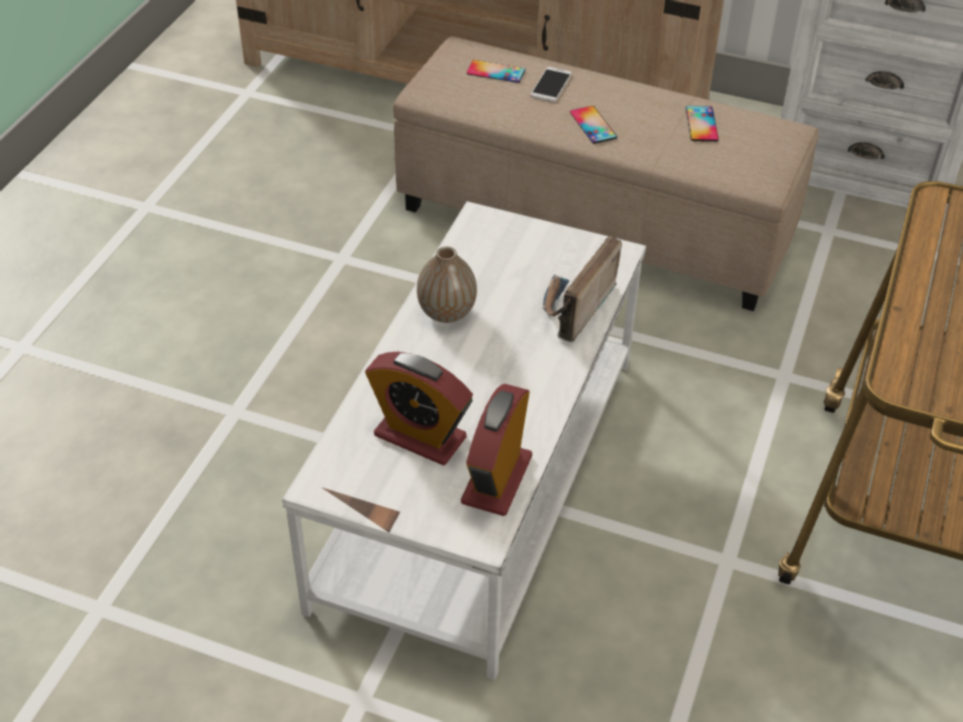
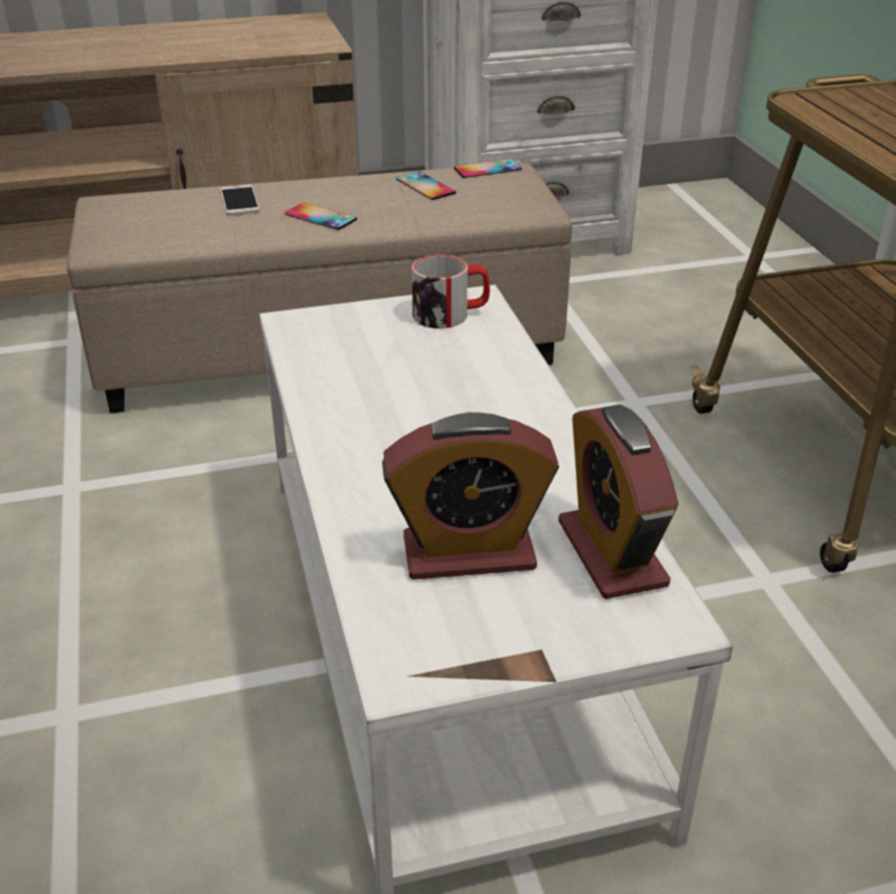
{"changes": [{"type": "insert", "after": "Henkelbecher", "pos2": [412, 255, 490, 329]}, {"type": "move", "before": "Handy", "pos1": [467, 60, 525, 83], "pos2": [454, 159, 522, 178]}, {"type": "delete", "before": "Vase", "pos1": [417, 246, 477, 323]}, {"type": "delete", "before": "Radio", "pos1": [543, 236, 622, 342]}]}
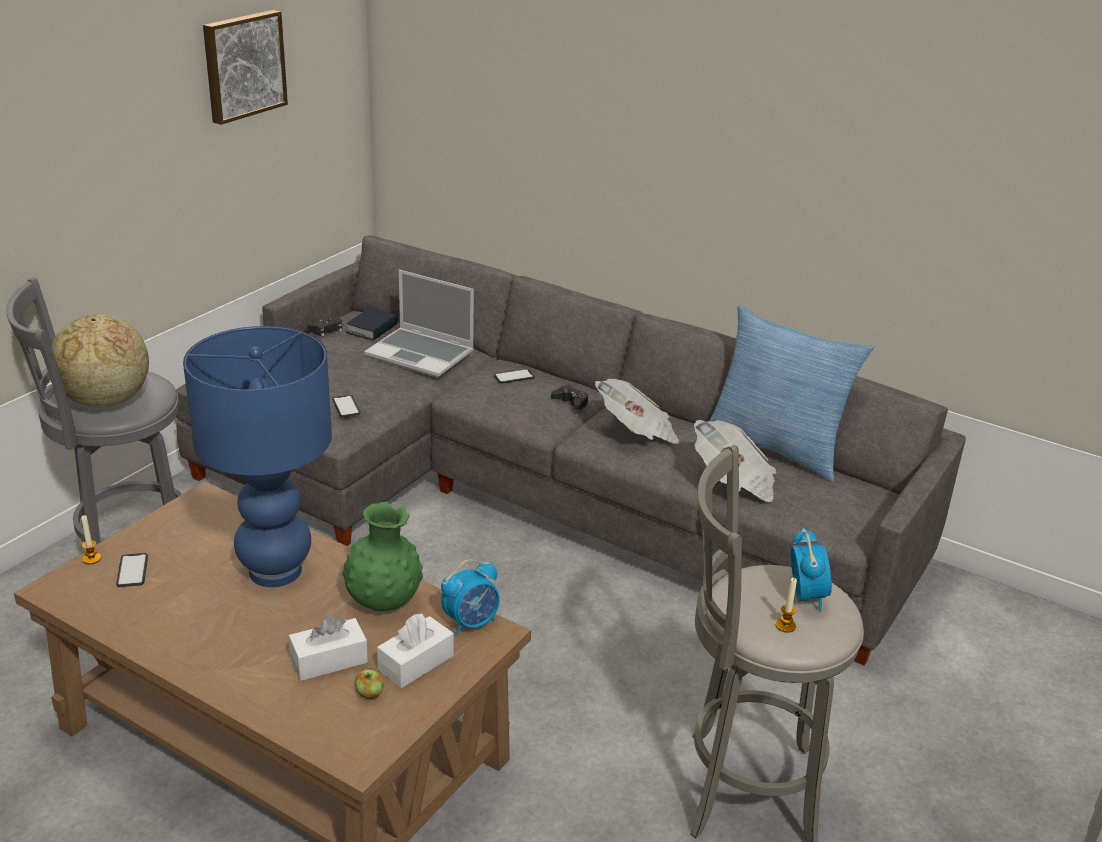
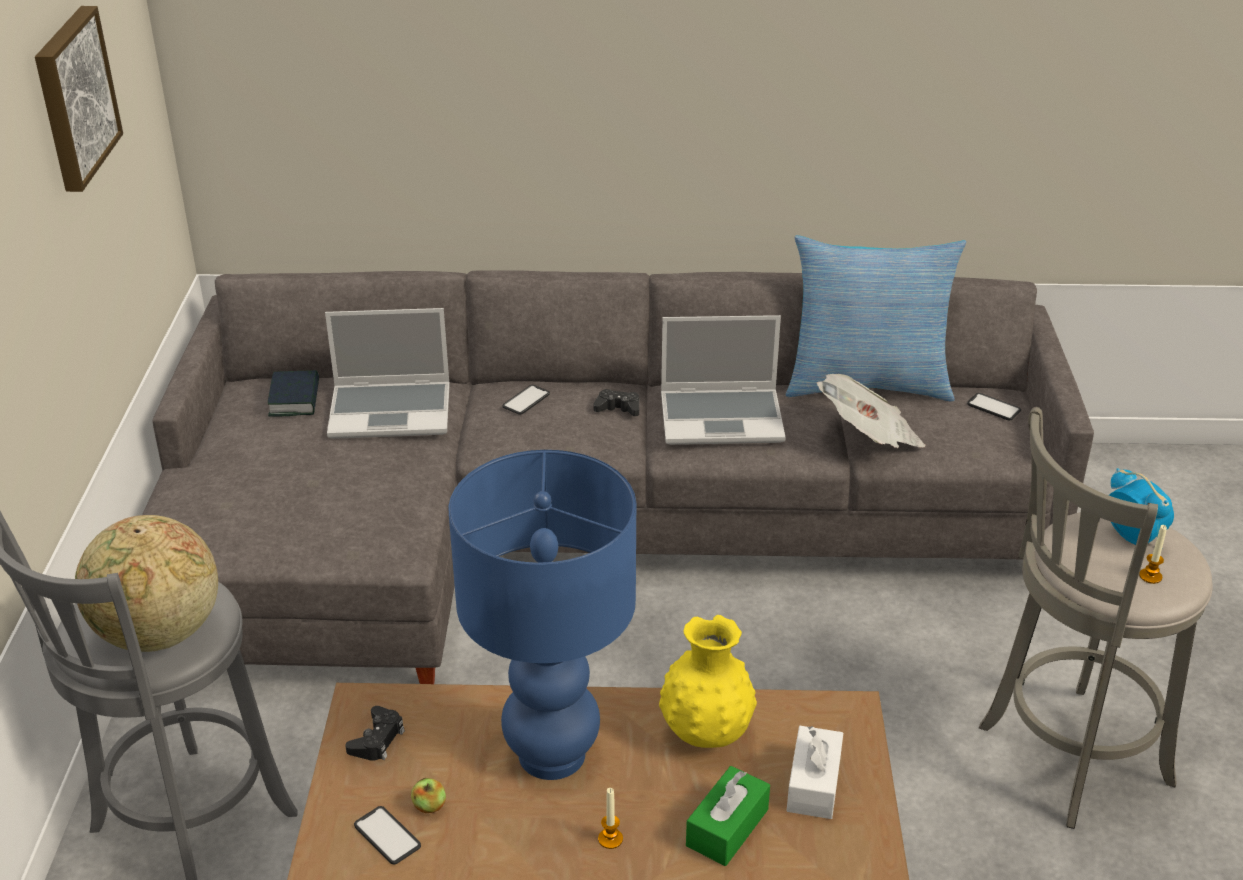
{"changes": [{"type": "move", "before": "Gamepad [schwarz]", "pos1": [308, 317, 342, 337], "pos2": [345, 706, 405, 761]}, {"type": "move", "before": "Apfel", "pos1": [355, 668, 384, 699], "pos2": [411, 778, 446, 813]}, {"type": "move", "before": "Kerze", "pos1": [81, 515, 101, 564], "pos2": [598, 788, 623, 849]}, {"type": "recolor", "before": "Vase [grün]", "after": "Vase [gelb]", "pos1": [342, 502, 423, 611], "pos2": [659, 615, 757, 748]}, {"type": "replace", "before": "Zeitung", "after": "Laptop", "pos1": [595, 379, 680, 444], "pos2": [661, 315, 785, 445]}, {"type": "recolor", "before": "Taschentuchbox [weiß]", "after": "Taschentuchbox [grün]", "pos1": [289, 615, 368, 681], "pos2": [686, 766, 770, 866]}, {"type": "move", "before": "Handy", "pos1": [332, 395, 360, 417], "pos2": [967, 393, 1021, 420]}, {"type": "delete", "before": "Wecker", "pos1": [441, 559, 499, 636]}]}
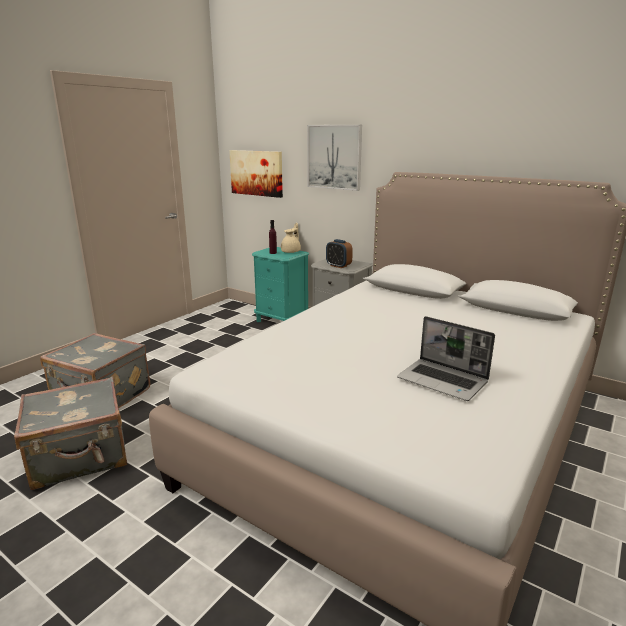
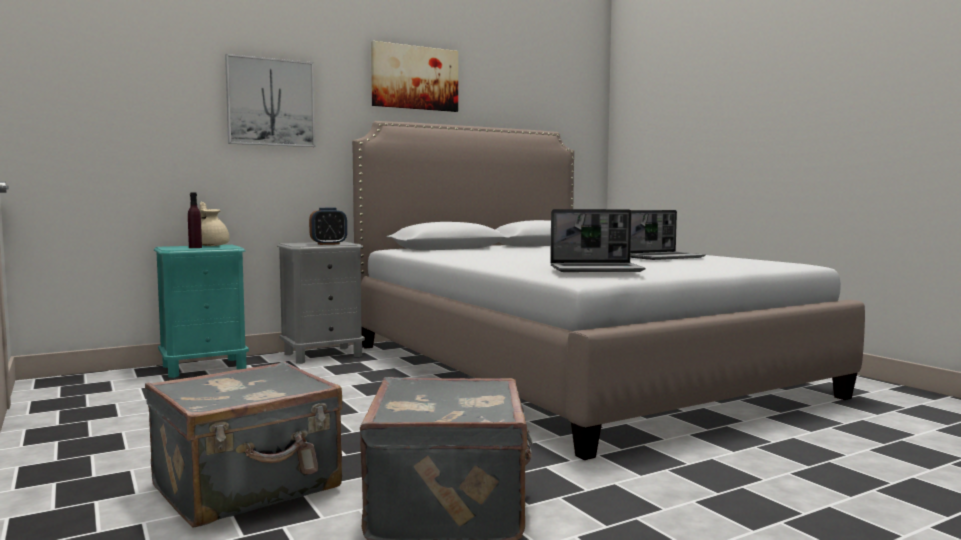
{"changes": [{"type": "move", "before": "Bild", "pos1": [229, 150, 283, 198], "pos2": [371, 41, 458, 112]}, {"type": "insert", "after": "Laptop", "pos2": [550, 209, 645, 272]}]}
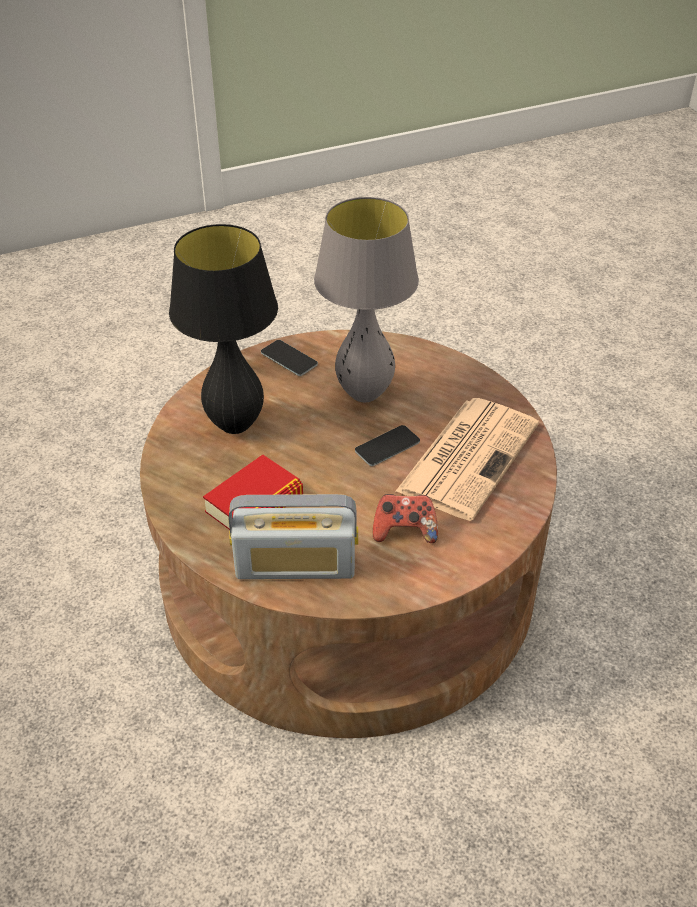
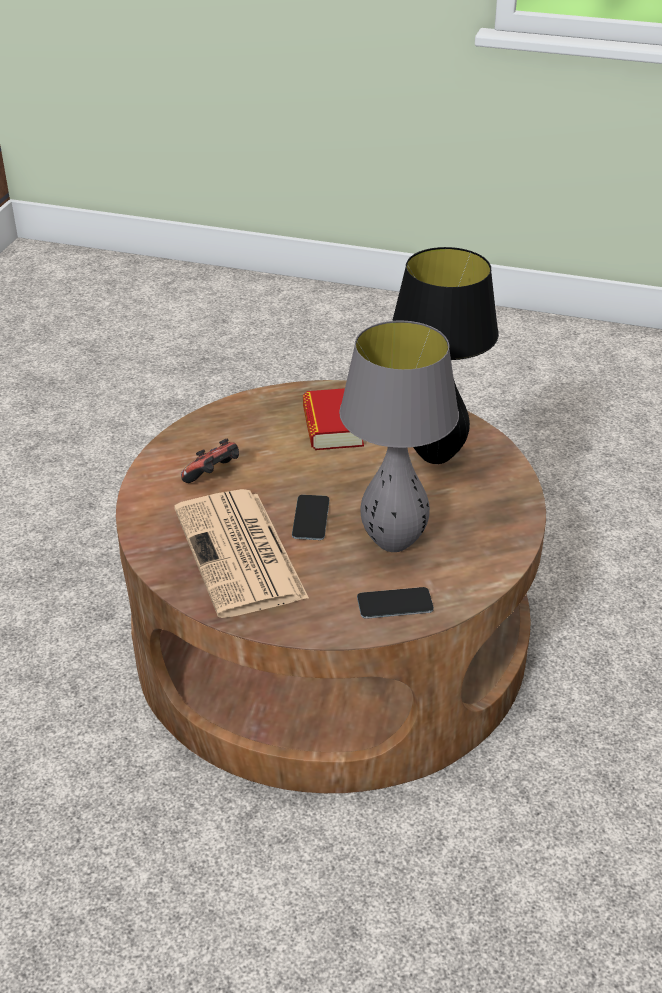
{"changes": [{"type": "move", "before": "Handy", "pos1": [261, 340, 318, 376], "pos2": [357, 587, 434, 619]}, {"type": "delete", "before": "Radio", "pos1": [229, 494, 358, 579]}]}
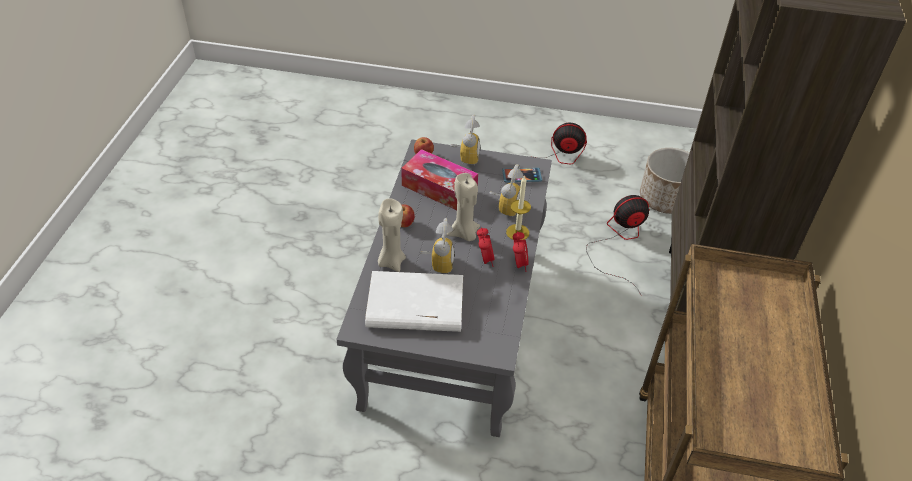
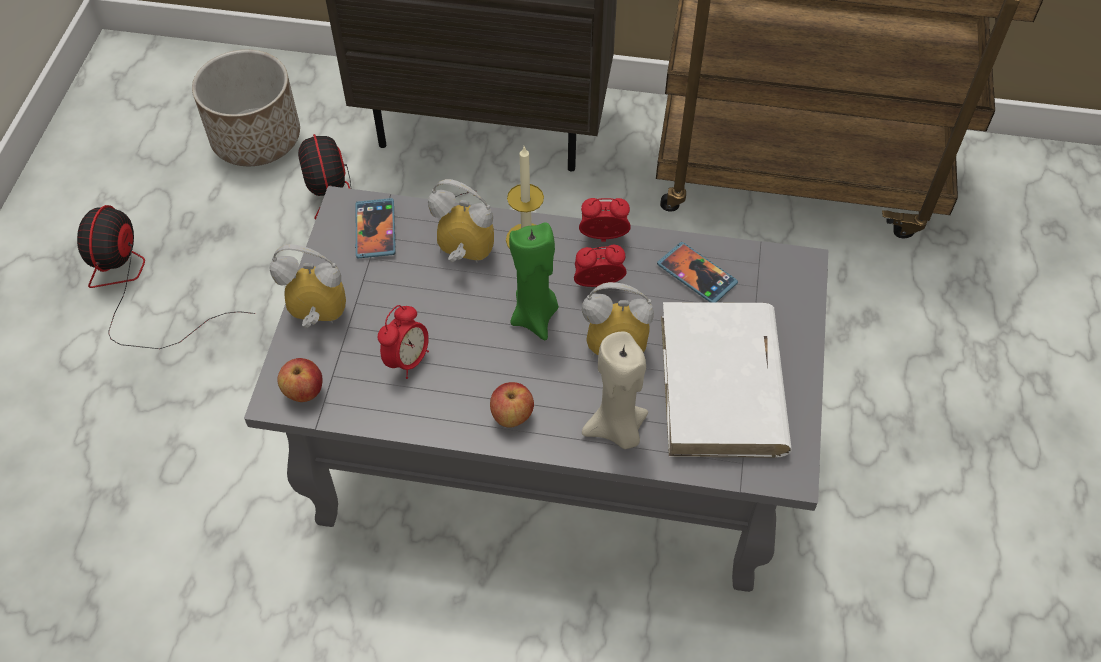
{"changes": [{"type": "replace", "before": "Taschentuchbox", "after": "Wecker", "pos1": [401, 149, 478, 210], "pos2": [378, 305, 429, 379]}, {"type": "recolor", "before": "Kerze [beige]", "after": "Kerze [grün]", "pos1": [447, 173, 480, 241], "pos2": [509, 222, 559, 340]}, {"type": "insert", "after": "Handy", "pos2": [657, 242, 738, 303]}]}
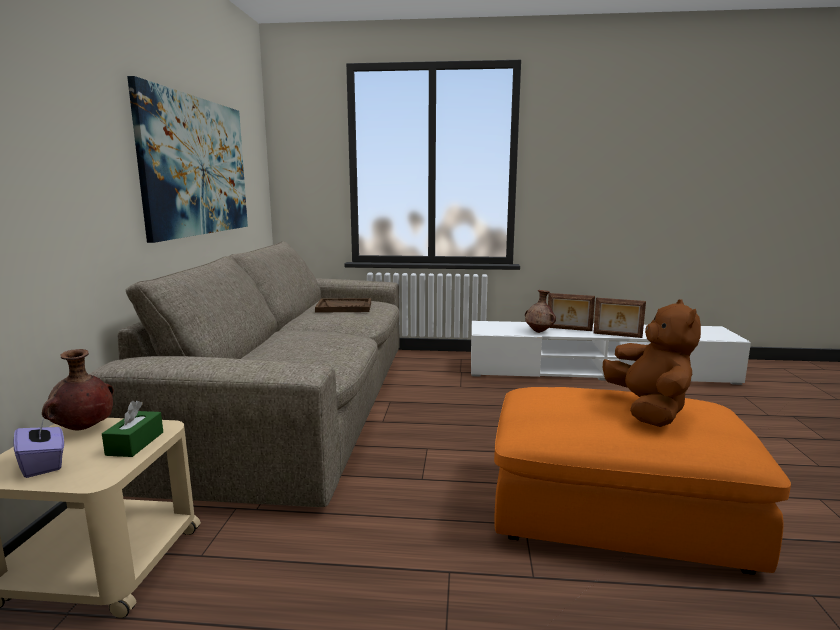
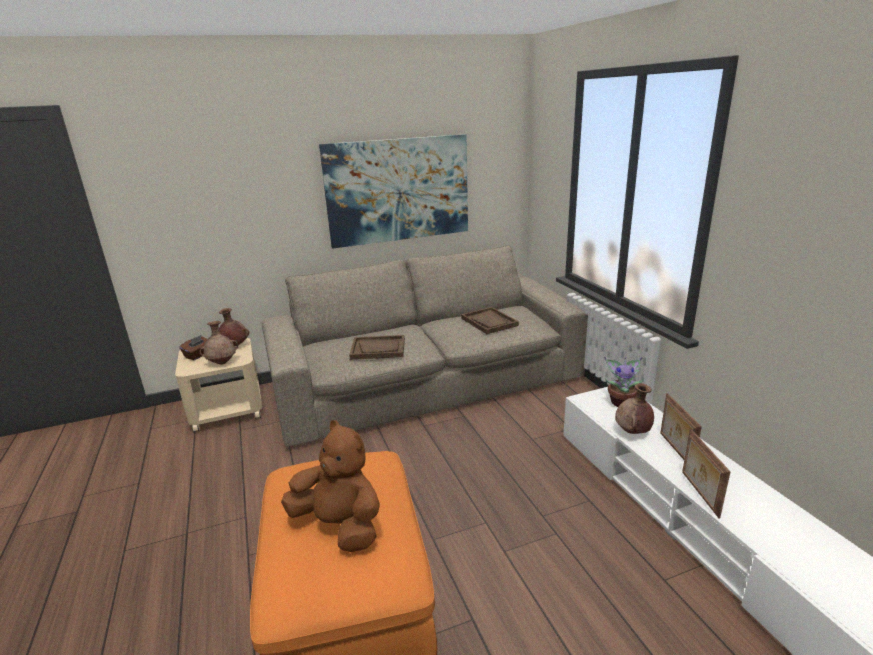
{"changes": [{"type": "recolor", "before": "Taschentuchbox [lila]", "after": "Taschentuchbox [braun]", "pos1": [14, 415, 64, 478], "pos2": [179, 335, 207, 360]}, {"type": "replace", "before": "Taschentuchbox [grün]", "after": "Vase [braun]", "pos1": [102, 401, 163, 457], "pos2": [200, 321, 238, 364]}, {"type": "rotate", "before": "Plüschtier [braun]", "pos1": [603, 299, 701, 427], "pos2": [281, 420, 380, 552], "turn": -120}, {"type": "insert", "after": "Tablett [braun]", "pos2": [349, 335, 405, 360]}, {"type": "insert", "after": "Topfpflanze", "pos2": [604, 357, 644, 407]}]}
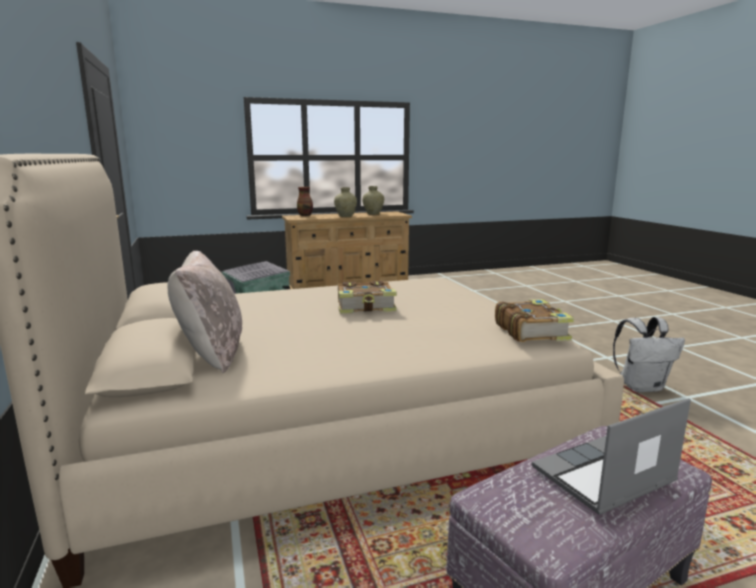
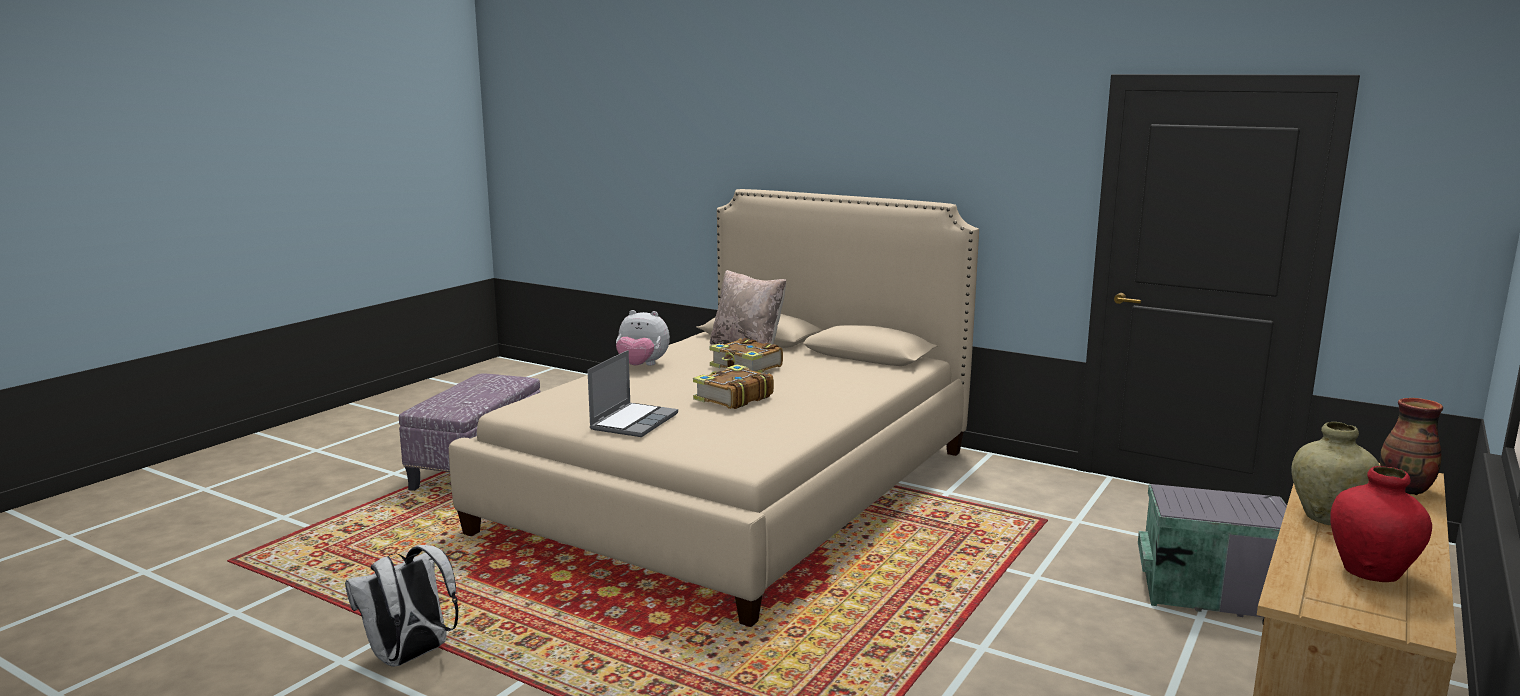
{"changes": [{"type": "move", "before": "Laptop", "pos1": [532, 398, 691, 515], "pos2": [587, 350, 678, 437]}, {"type": "insert", "after": "Plüschtier", "pos2": [616, 310, 670, 366]}, {"type": "move", "before": "Buch", "pos1": [495, 299, 574, 342], "pos2": [710, 338, 783, 373]}, {"type": "recolor", "before": "Vase [beige]", "after": "Vase [rot]", "pos1": [362, 186, 384, 215], "pos2": [1330, 466, 1432, 582]}]}
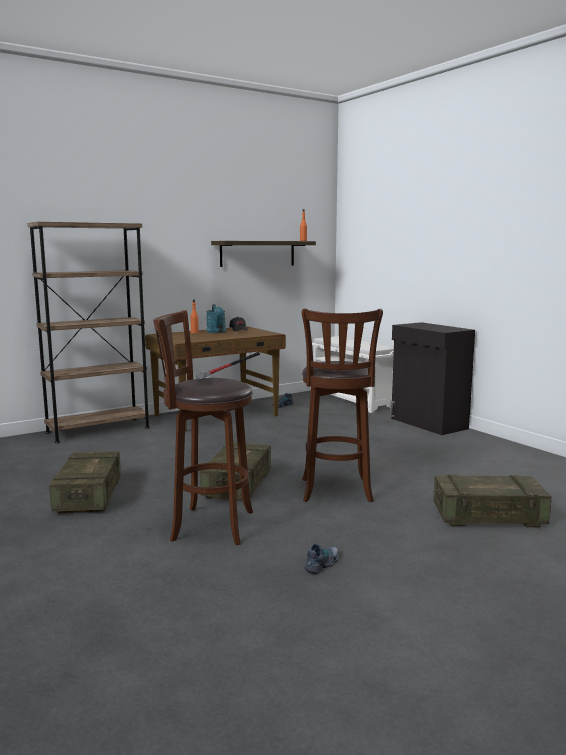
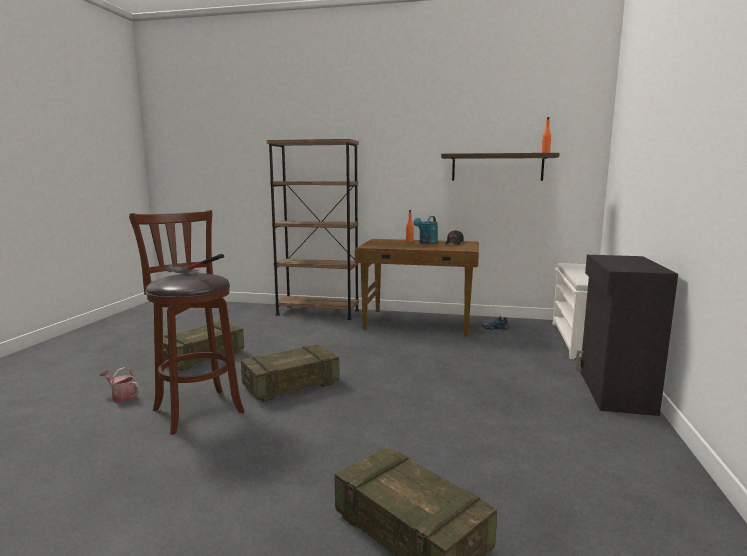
{"changes": [{"type": "insert", "after": "Gießkanne", "pos2": [100, 367, 139, 403]}, {"type": "delete", "before": "Hocker [braun]", "pos1": [302, 309, 383, 502]}, {"type": "delete", "before": "Schuh", "pos1": [305, 544, 340, 574]}]}
